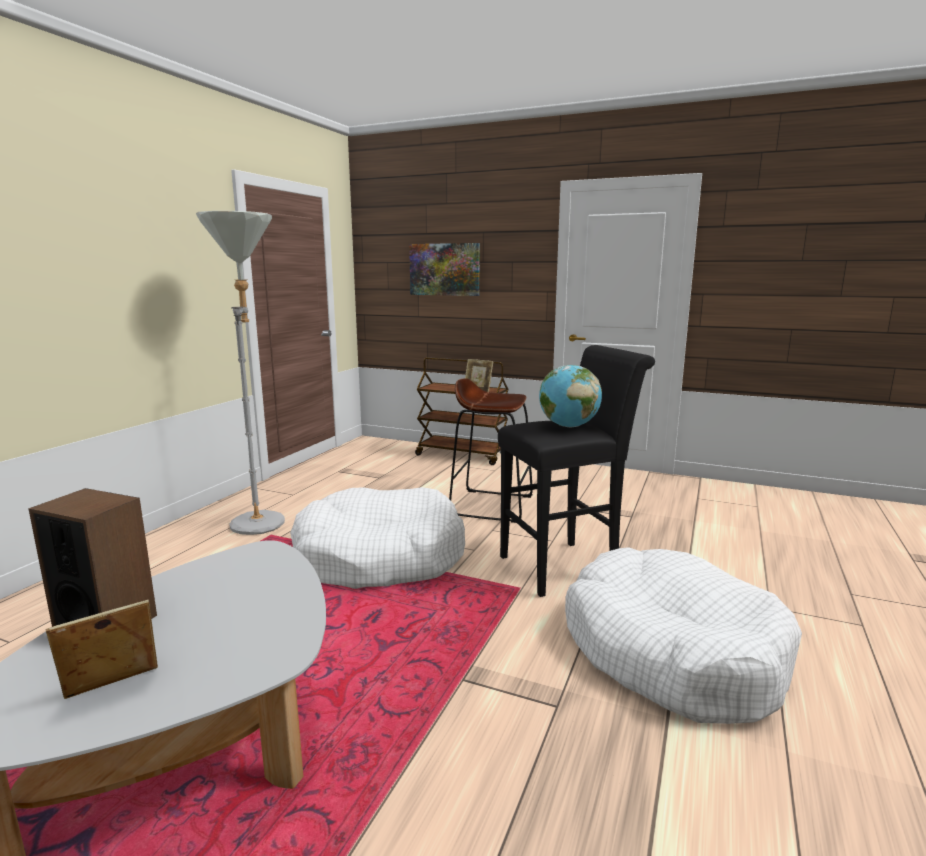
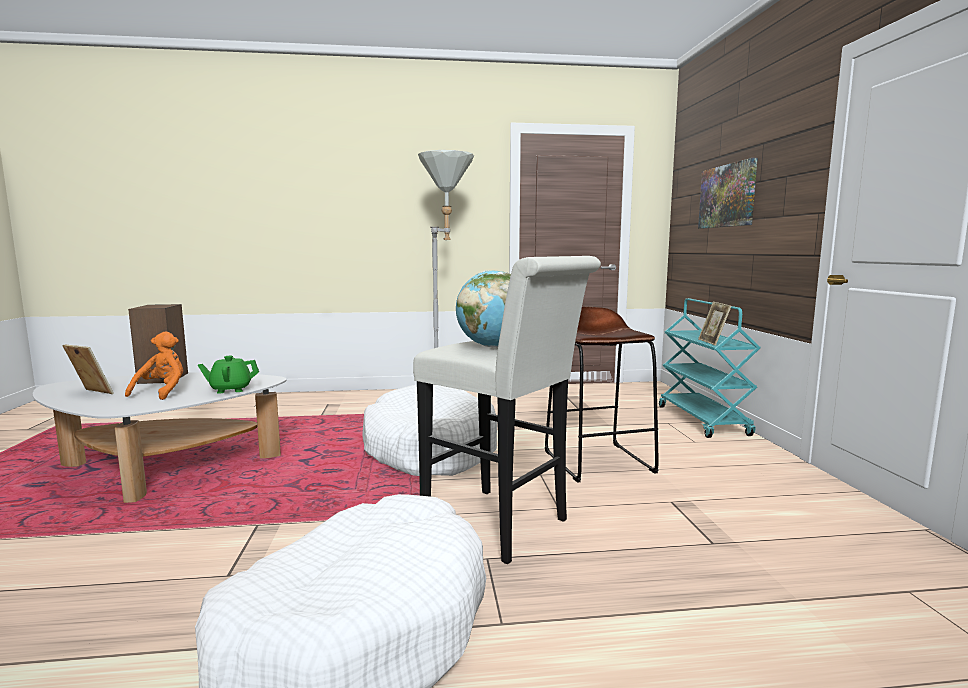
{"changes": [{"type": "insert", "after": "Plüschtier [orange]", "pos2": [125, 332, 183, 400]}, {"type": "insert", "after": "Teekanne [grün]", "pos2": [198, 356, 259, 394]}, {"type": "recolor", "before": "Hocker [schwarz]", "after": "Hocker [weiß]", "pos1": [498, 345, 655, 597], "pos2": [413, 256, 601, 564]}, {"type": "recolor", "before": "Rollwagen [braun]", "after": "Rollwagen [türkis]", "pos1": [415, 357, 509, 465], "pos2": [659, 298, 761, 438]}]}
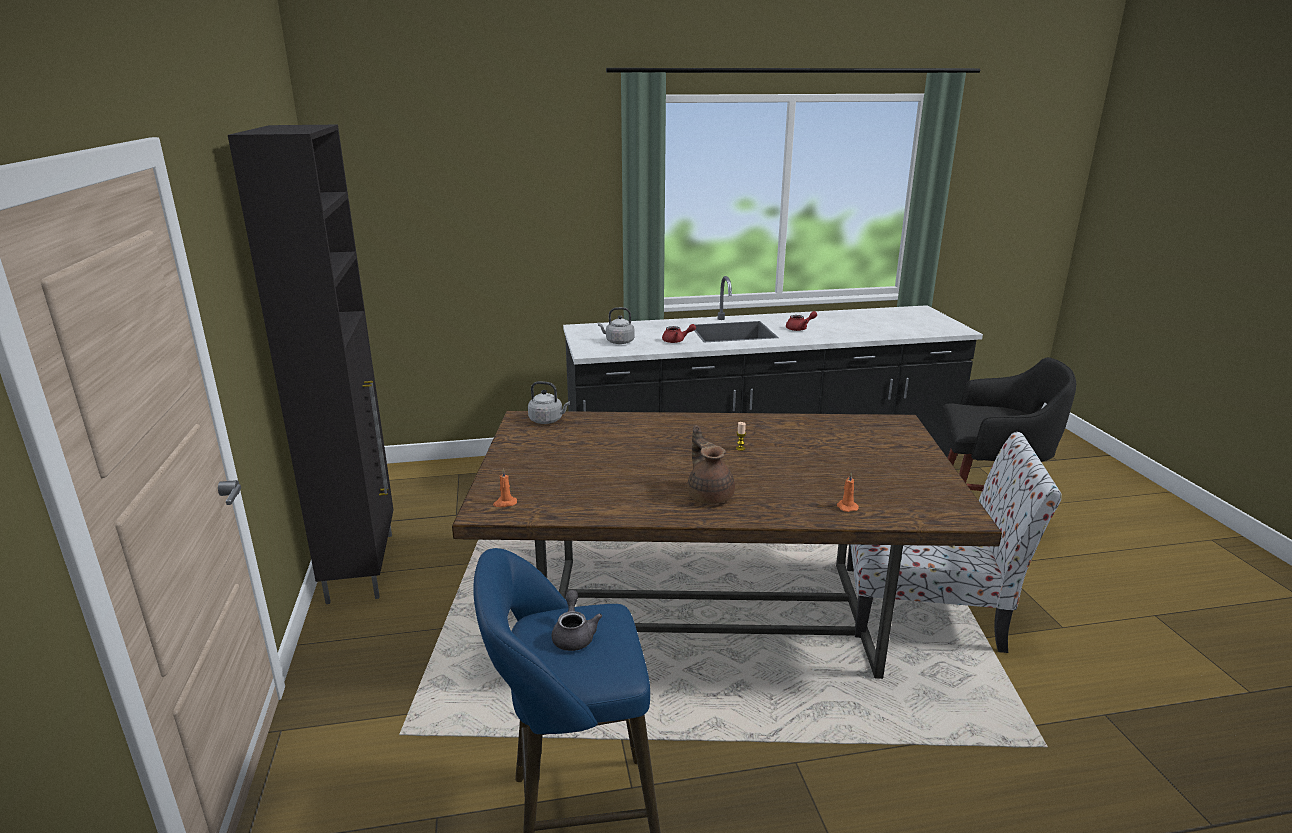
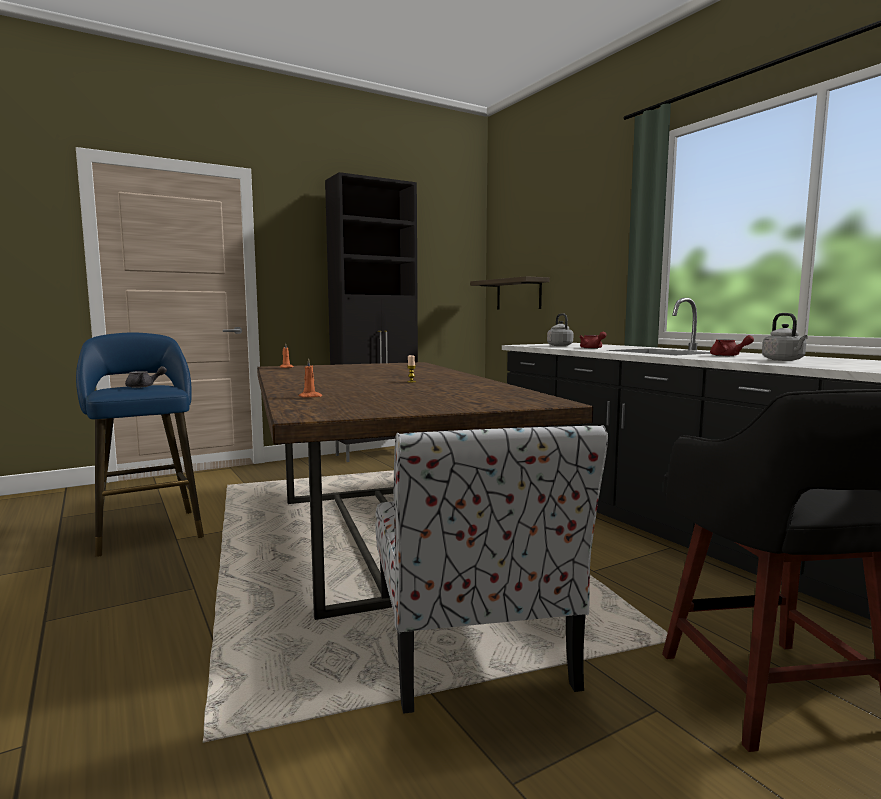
{"changes": [{"type": "insert", "after": "Wandregal", "pos2": [470, 276, 550, 309]}, {"type": "move", "before": "Wasserkessel [grau]", "pos1": [528, 381, 570, 424], "pos2": [762, 313, 808, 361]}, {"type": "delete", "before": "Teekanne [braun]", "pos1": [687, 425, 735, 504]}]}
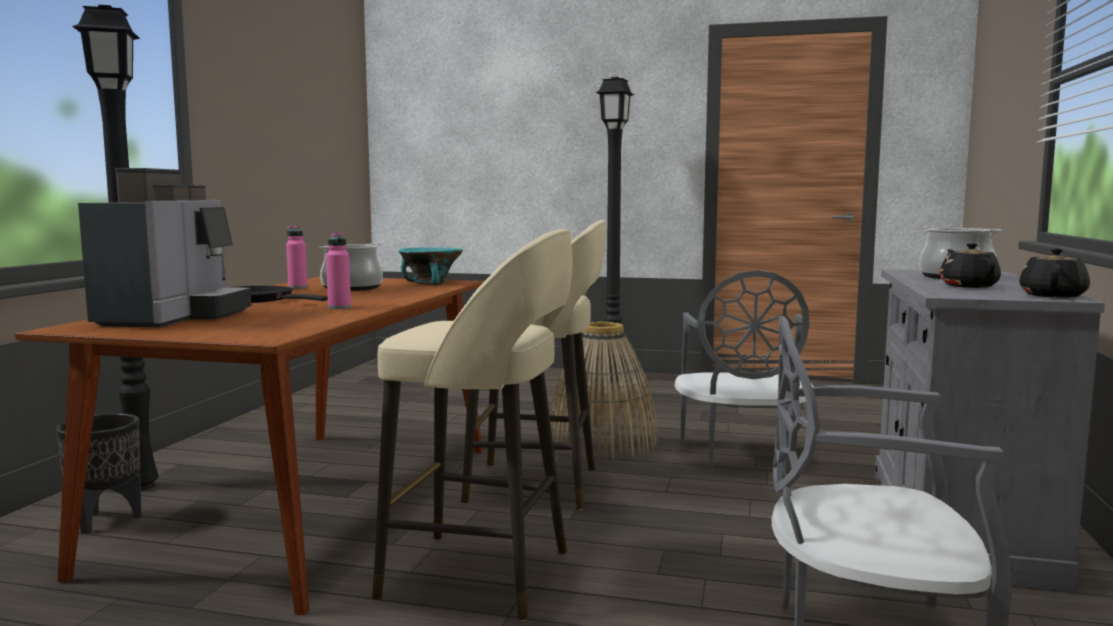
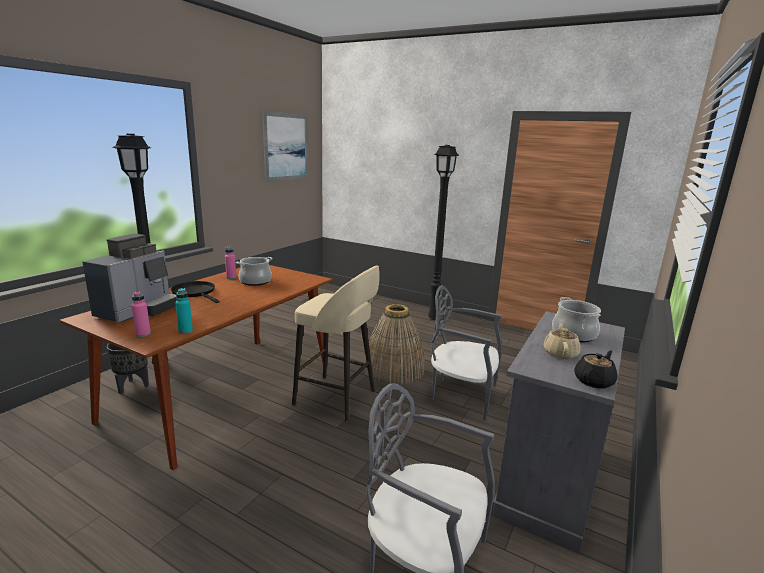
{"changes": [{"type": "move", "before": "Flasche [rosa]", "pos1": [326, 232, 351, 309], "pos2": [131, 291, 151, 337]}, {"type": "insert", "after": "Flasche [türkis]", "pos2": [175, 288, 193, 334]}, {"type": "insert", "after": "Bild", "pos2": [262, 111, 308, 181]}, {"type": "rotate", "before": "Stuhl [grau]", "pos1": [674, 270, 813, 474], "pos2": [431, 285, 502, 421], "turn": 90}, {"type": "recolor", "before": "Teekanne [schwarz]", "after": "Teekanne [beige]", "pos1": [940, 243, 1001, 288], "pos2": [543, 323, 580, 359]}, {"type": "delete", "before": "Hocker [beige]", "pos1": [372, 229, 573, 621]}, {"type": "delete", "before": "Schüssel [türkis]", "pos1": [398, 248, 463, 285]}]}
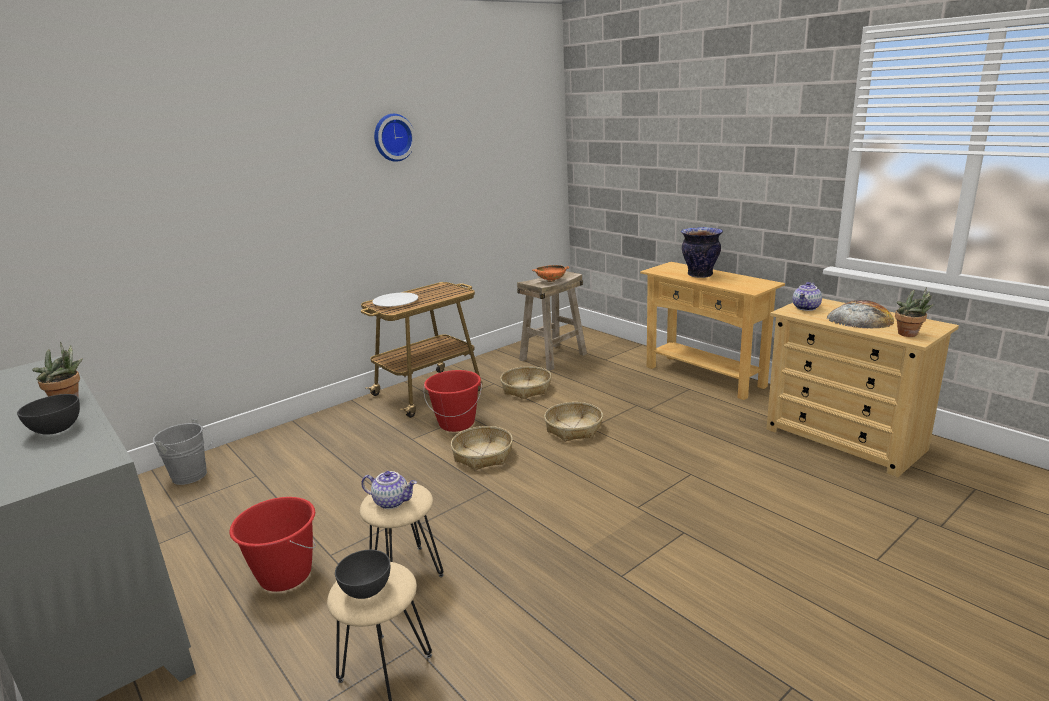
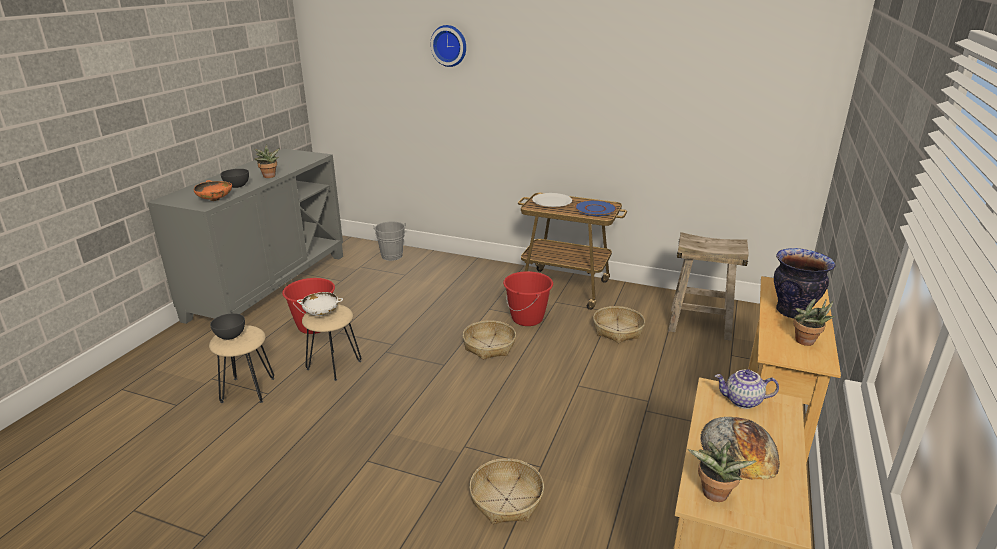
{"changes": [{"type": "move", "before": "Schüssel [orange]", "pos1": [532, 265, 569, 282], "pos2": [194, 180, 232, 201]}, {"type": "replace", "before": "Teekanne", "after": "Schüssel [weiß]", "pos1": [361, 471, 417, 509], "pos2": [297, 292, 343, 316]}, {"type": "move", "before": "Wanduhr", "pos1": [374, 114, 415, 162], "pos2": [430, 25, 466, 67]}, {"type": "move", "before": "Korb", "pos1": [544, 402, 603, 441], "pos2": [469, 458, 544, 524]}, {"type": "insert", "after": "Teller [blau]", "pos2": [575, 200, 616, 216]}, {"type": "insert", "after": "Topfpflanze", "pos2": [793, 299, 835, 346]}]}
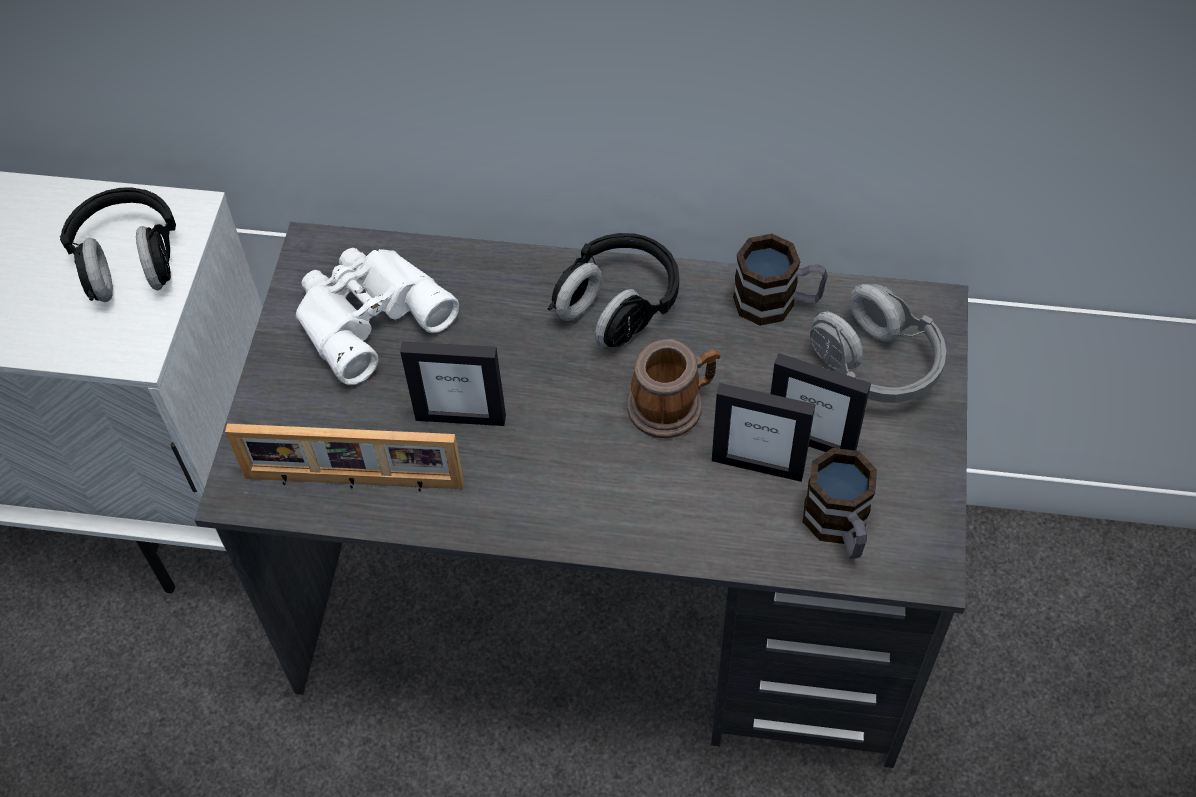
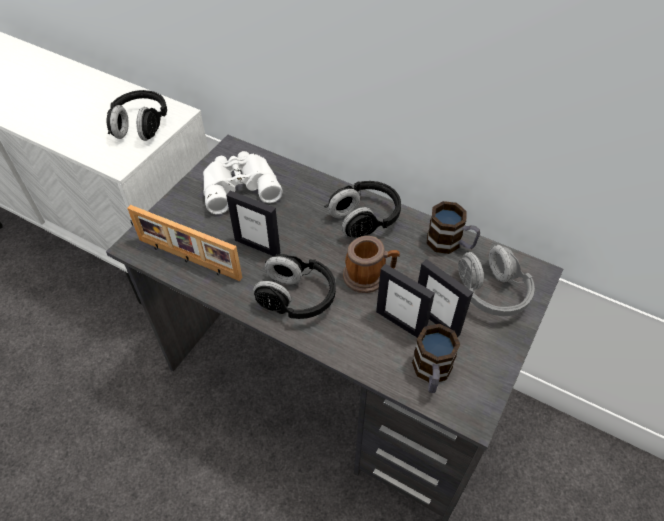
{"changes": [{"type": "insert", "after": "Kopfhörer [schwarz]", "pos2": [253, 254, 336, 319]}]}
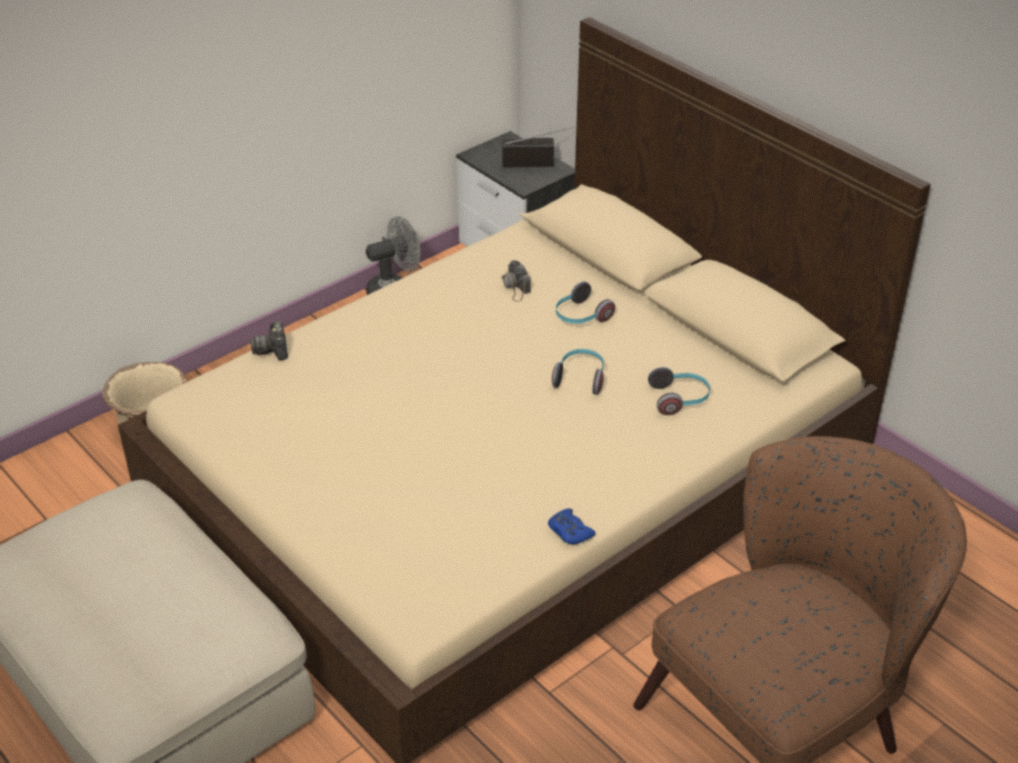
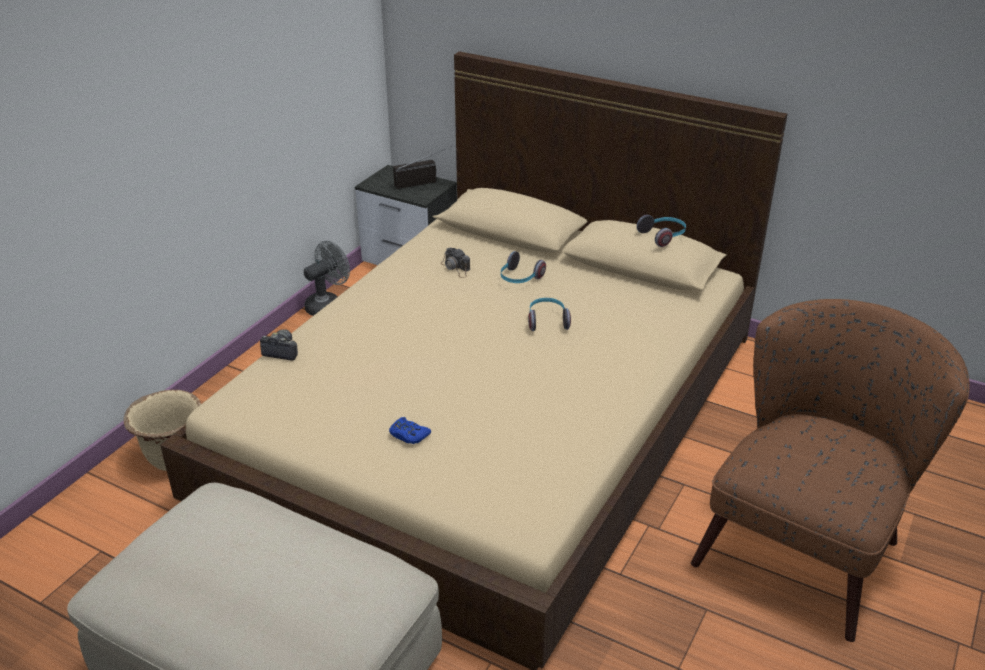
{"changes": [{"type": "rotate", "before": "Kamera", "pos1": [250, 321, 288, 360], "pos2": [260, 329, 298, 360], "turn": 135}, {"type": "move", "before": "Gamepad [blau]", "pos1": [548, 508, 595, 544], "pos2": [389, 417, 431, 444]}, {"type": "move", "before": "Kopfhörer", "pos1": [648, 367, 710, 415], "pos2": [637, 215, 686, 247]}]}
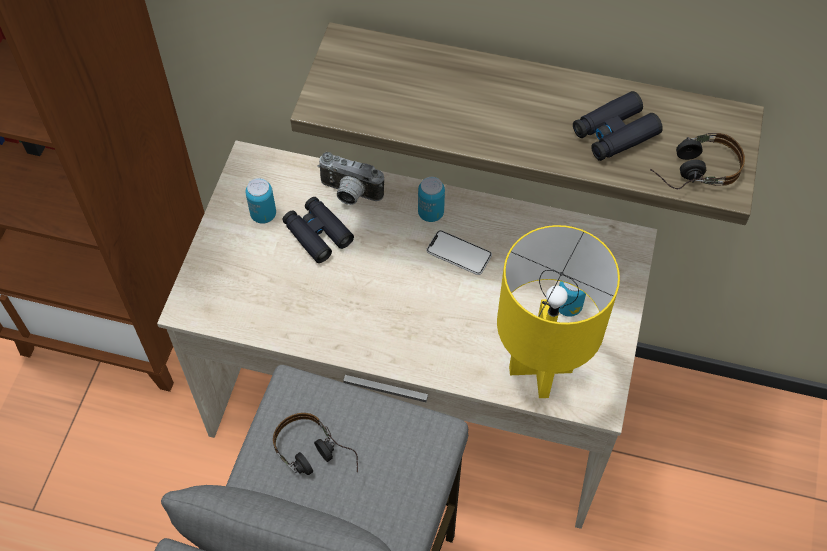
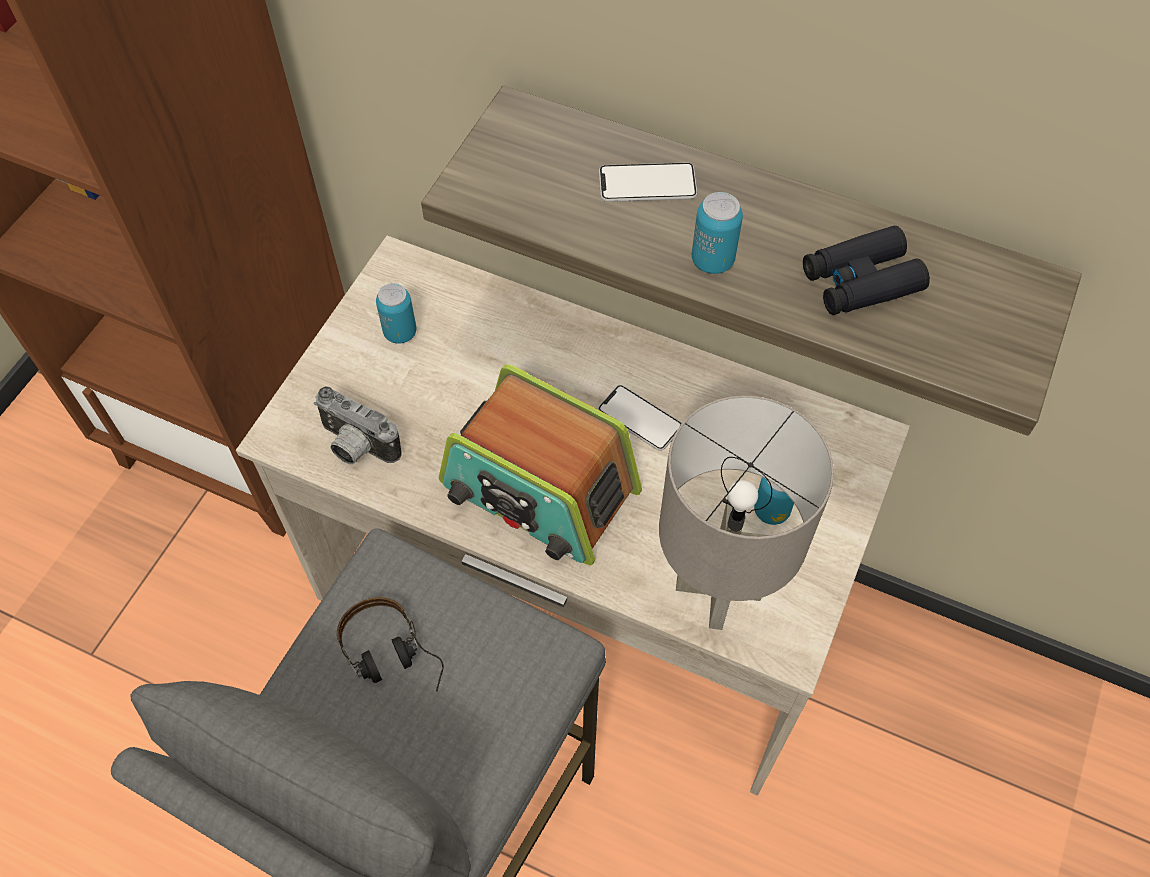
{"changes": [{"type": "move", "before": "Kamera", "pos1": [317, 152, 384, 205], "pos2": [314, 386, 402, 464]}, {"type": "insert", "after": "Radio", "pos2": [439, 364, 642, 565]}, {"type": "insert", "after": "Handy", "pos2": [599, 162, 698, 202]}, {"type": "recolor", "before": "Tischlampe [gelb]", "after": "Tischlampe [grau]", "pos1": [497, 225, 620, 398], "pos2": [659, 395, 834, 630]}, {"type": "move", "before": "Dose", "pos1": [418, 177, 445, 222], "pos2": [692, 192, 743, 274]}, {"type": "delete", "before": "Fernglas [schwarz]", "pos1": [283, 197, 354, 263]}, {"type": "delete", "before": "Kopfhörer", "pos1": [650, 133, 745, 189]}]}
